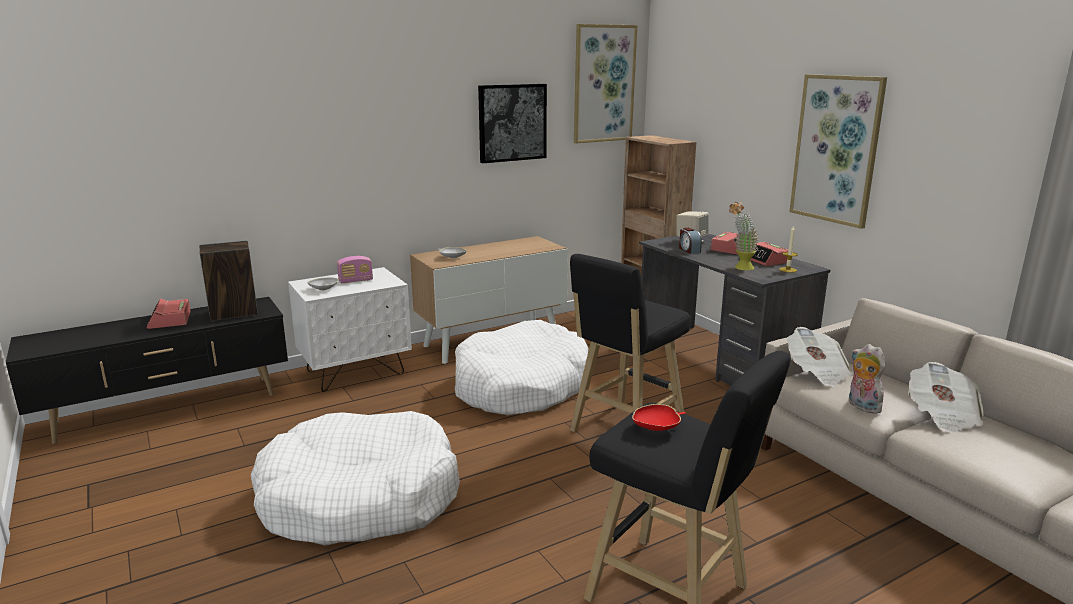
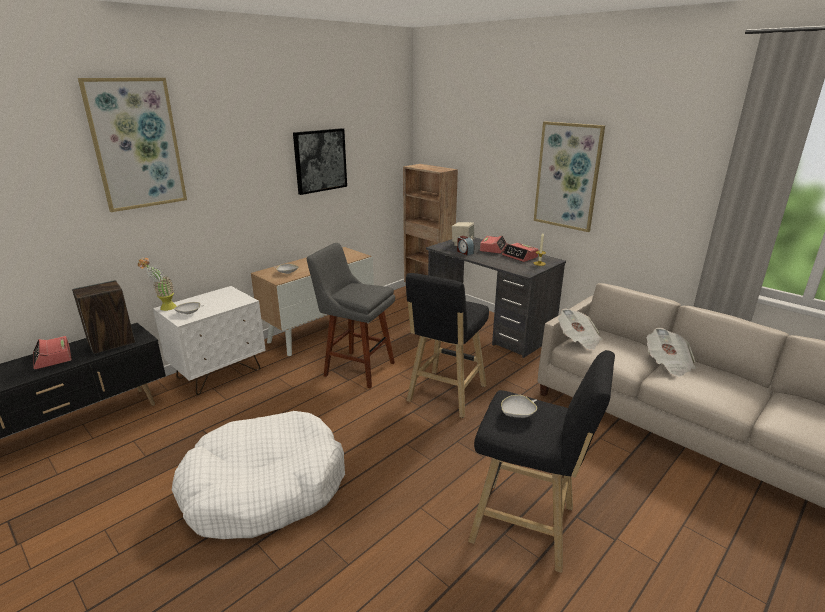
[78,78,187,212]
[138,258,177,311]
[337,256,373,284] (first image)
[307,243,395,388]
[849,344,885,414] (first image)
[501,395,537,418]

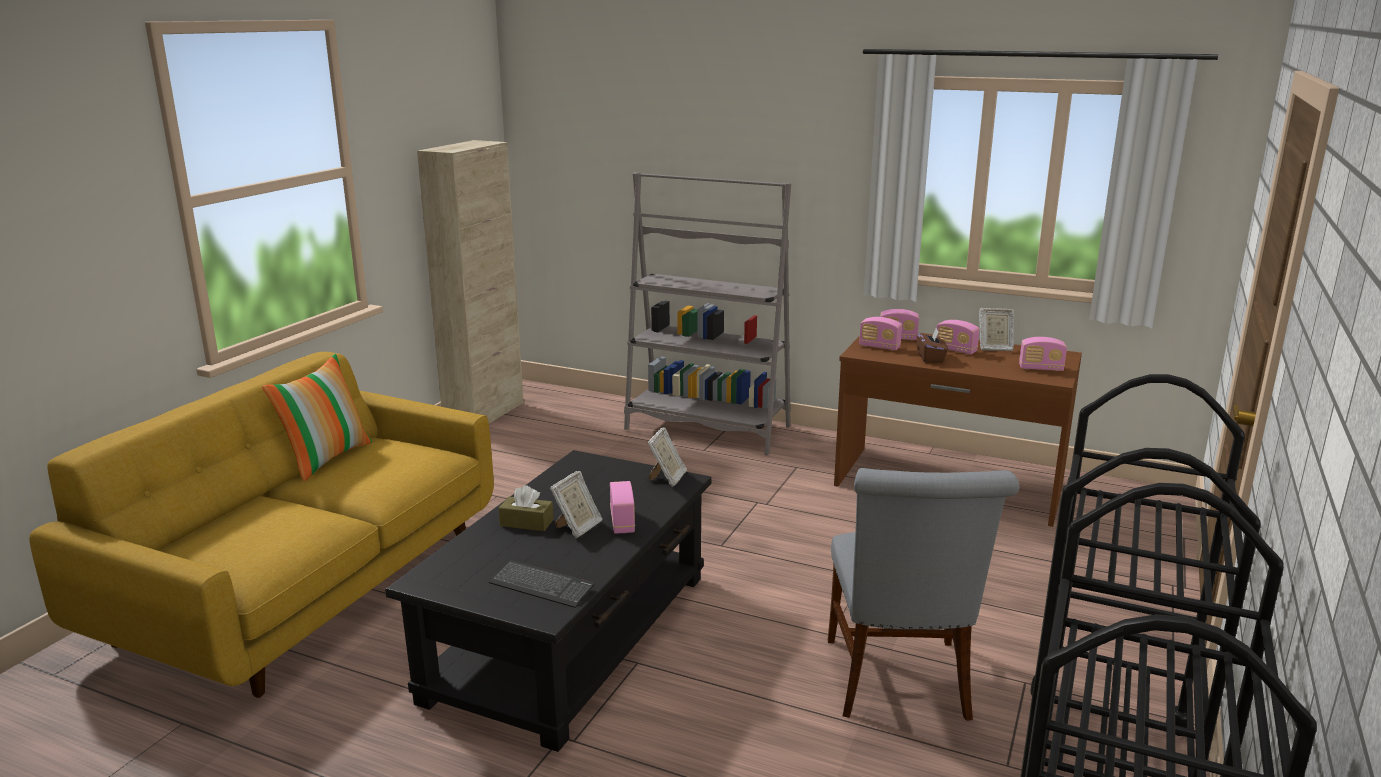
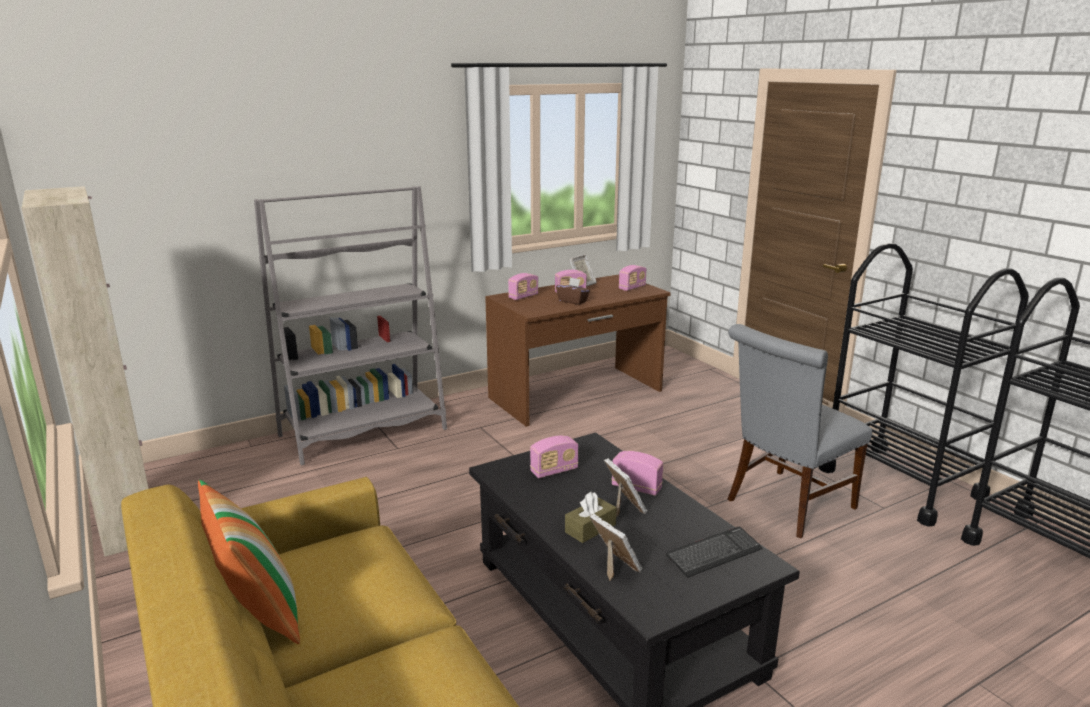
[530,436,578,478]
[590,514,642,581]
[728,324,872,539]

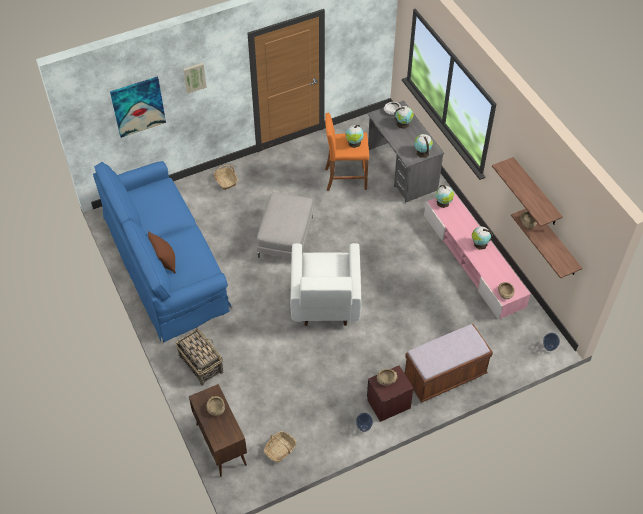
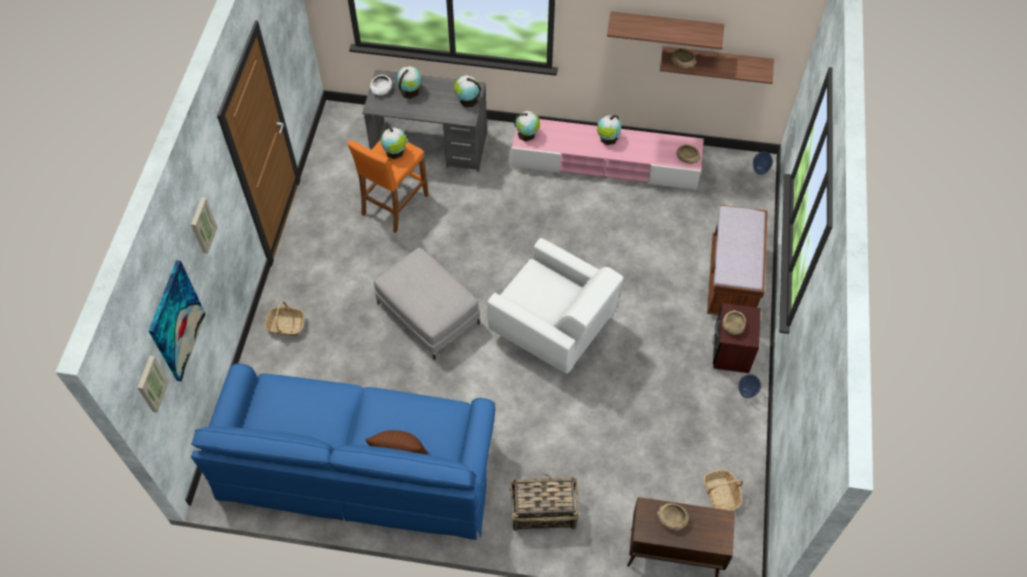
[137,356,169,412]

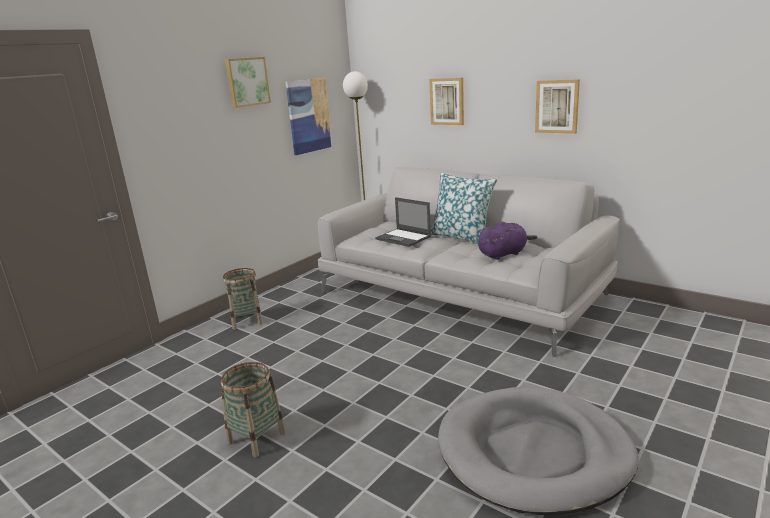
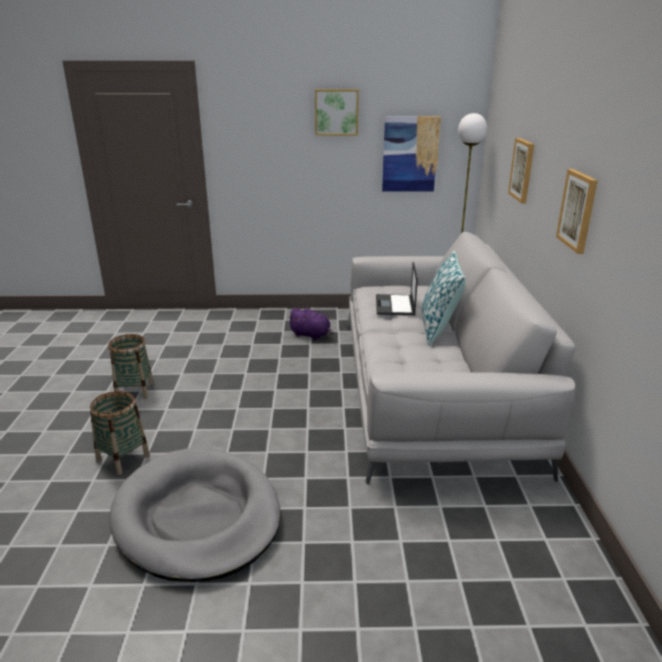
[288,308,334,340]
[90,391,150,475]

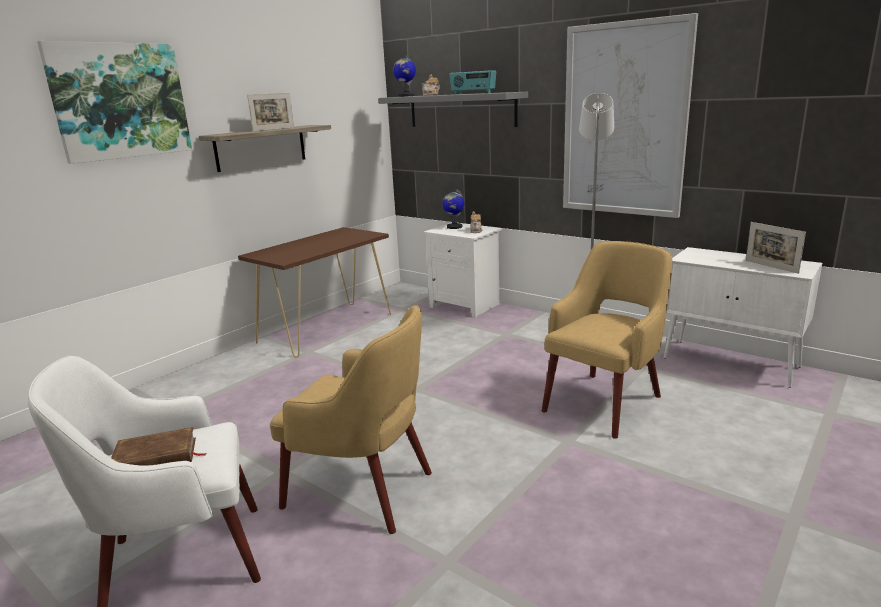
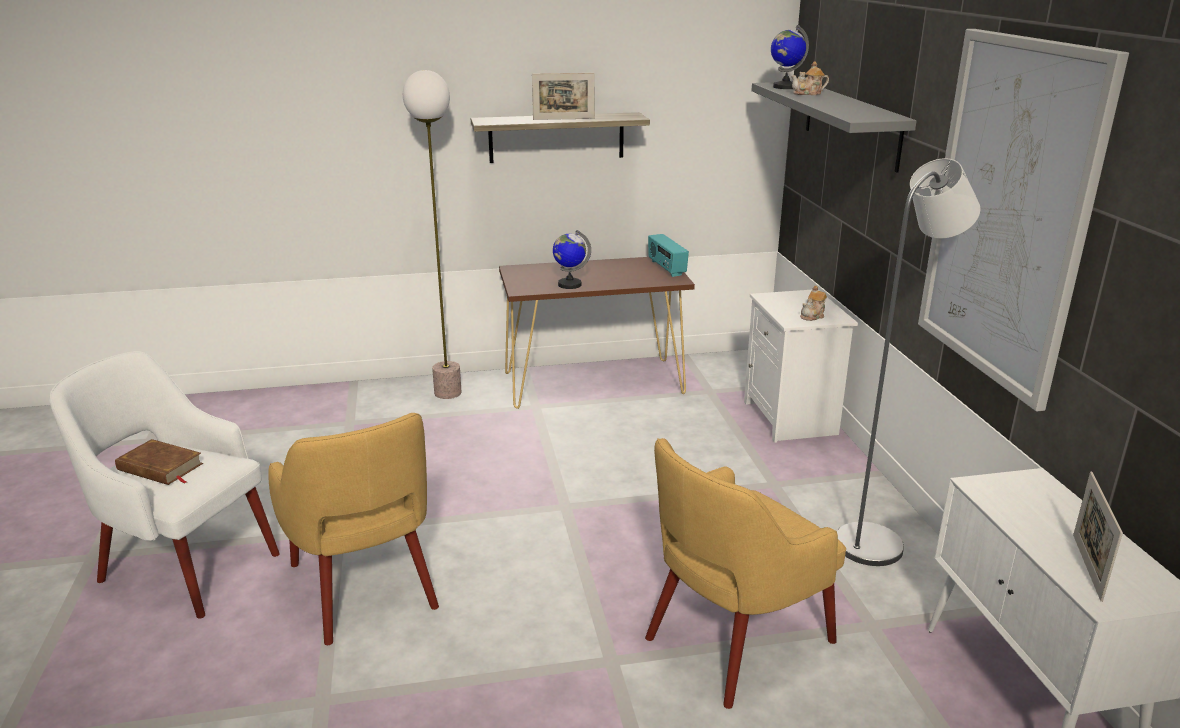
[37,41,192,164] (first image)
[648,234,689,277]
[553,230,591,289]
[645,438,846,709]
[403,70,462,399]

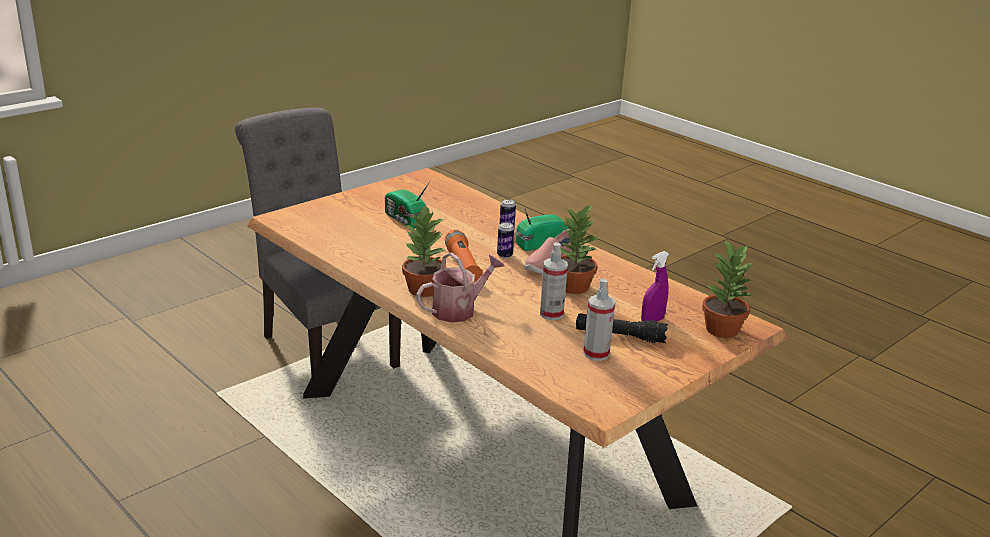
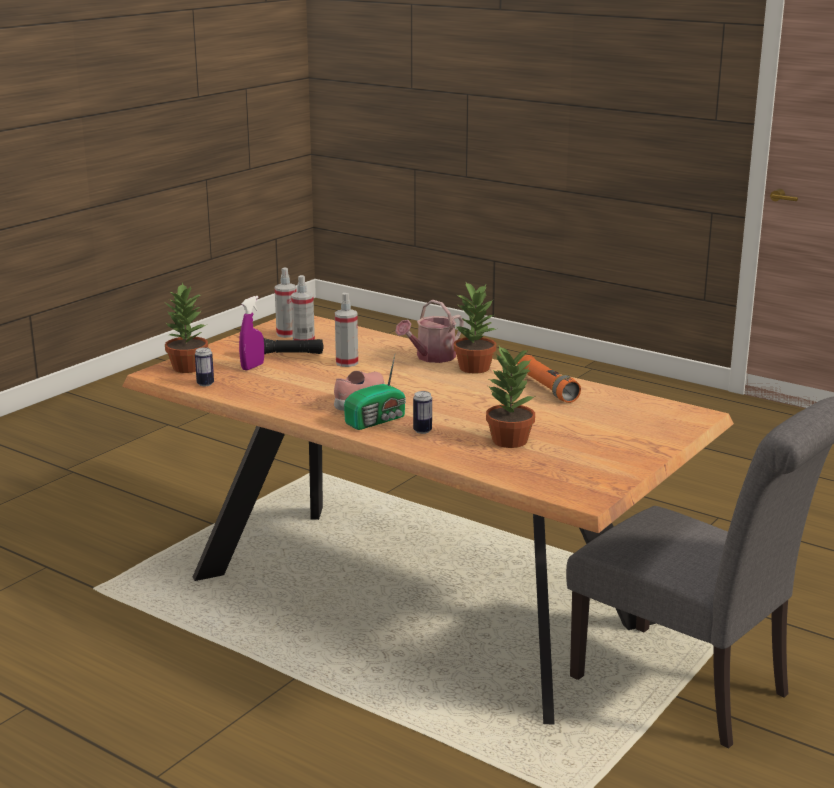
[385,183,429,228] (first image)
[486,346,535,448]
[195,347,214,386]
[517,355,581,403]
[275,268,297,338]

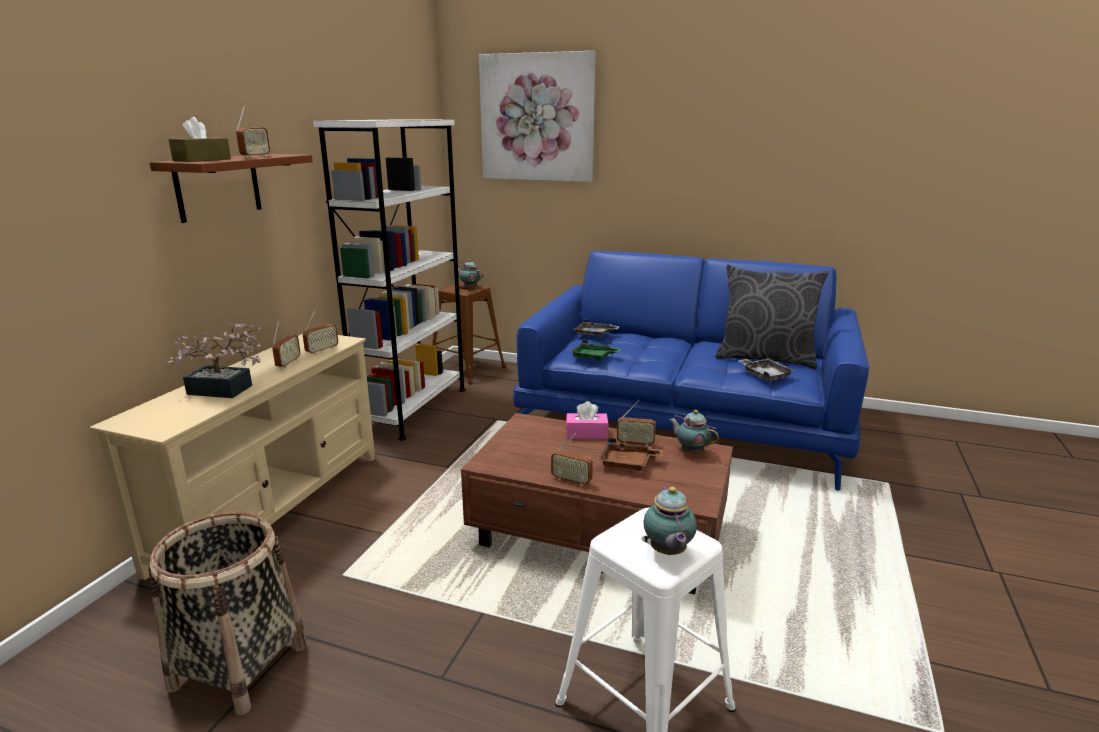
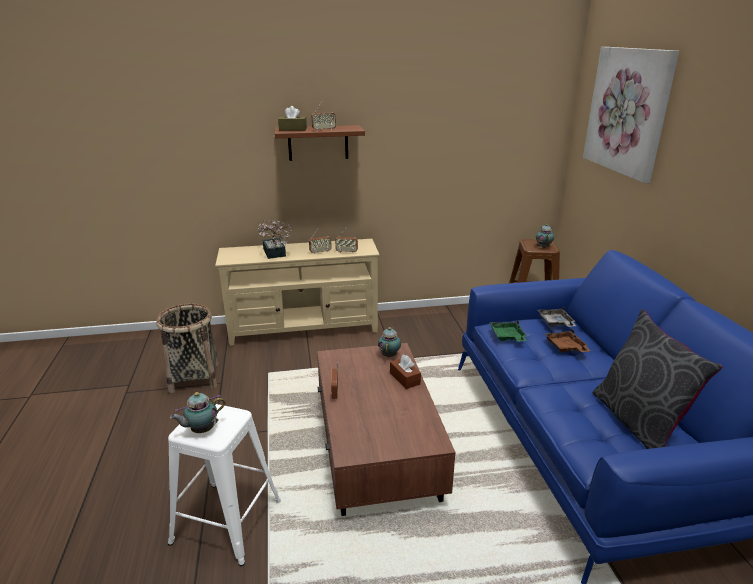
[313,119,466,441] (first image)
[737,358,795,381] (first image)
[617,400,656,446] (first image)
[390,355,421,389]
[378,327,401,357]
[545,329,590,352]

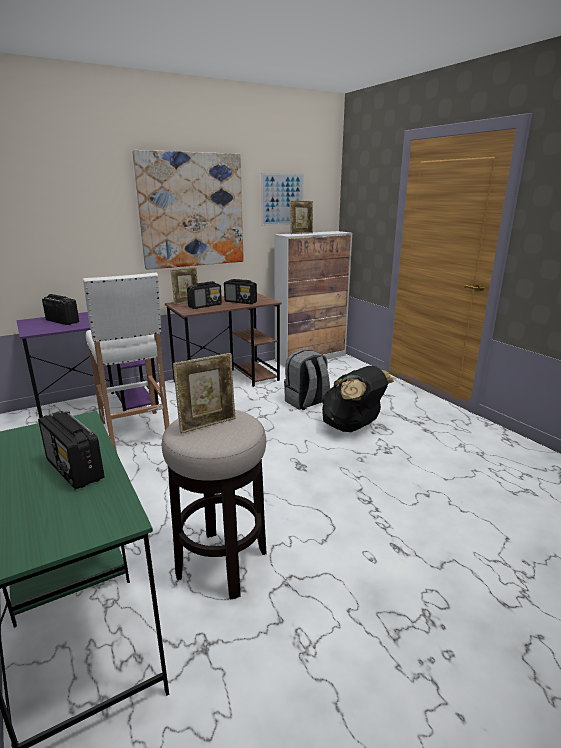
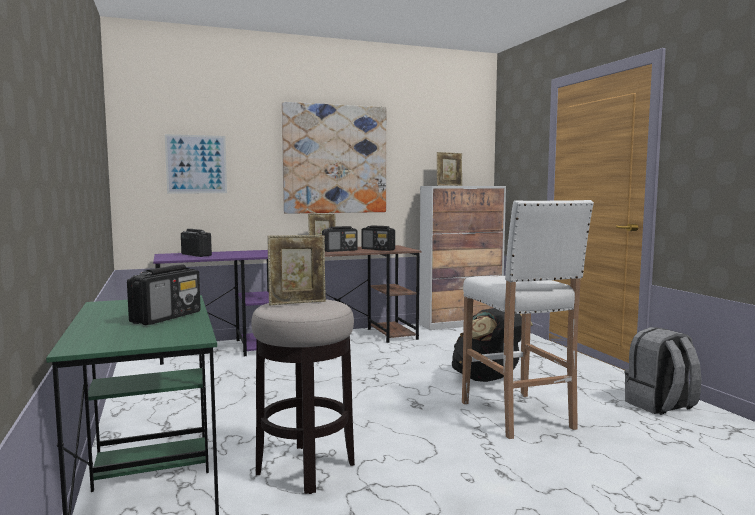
[165,134,227,193]
[462,200,594,439]
[625,327,702,415]
[127,265,201,325]

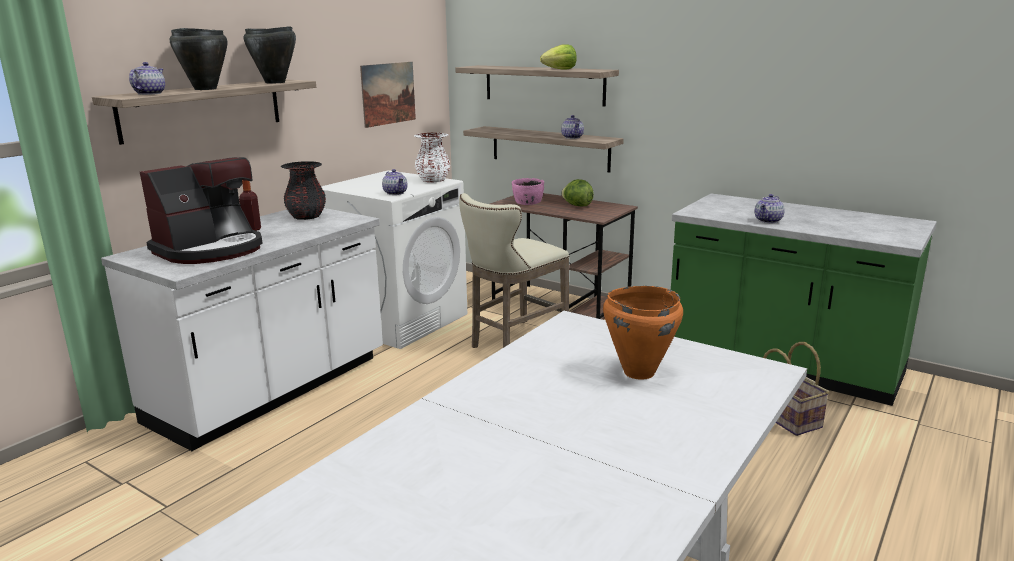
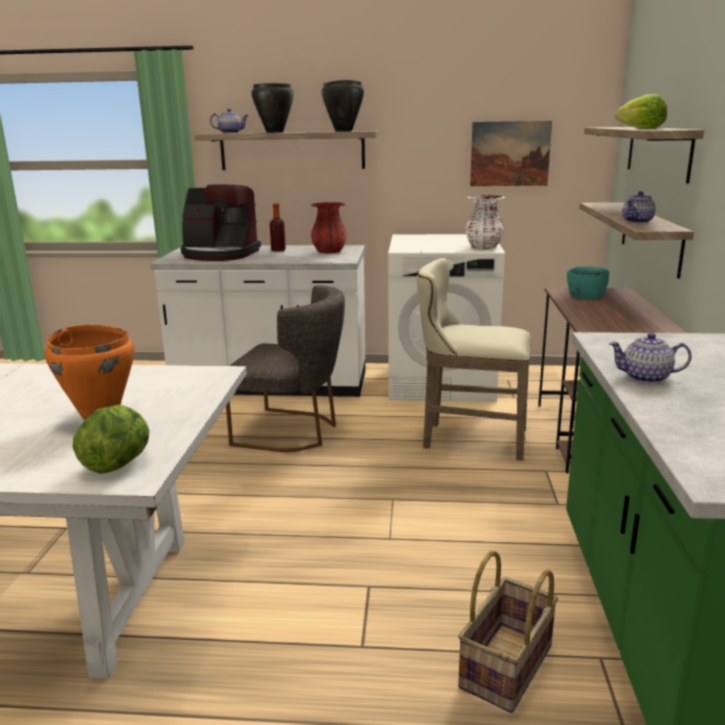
[311,202,347,253]
[382,169,408,195] (first image)
[567,266,610,299]
[73,405,149,474]
[226,285,345,452]

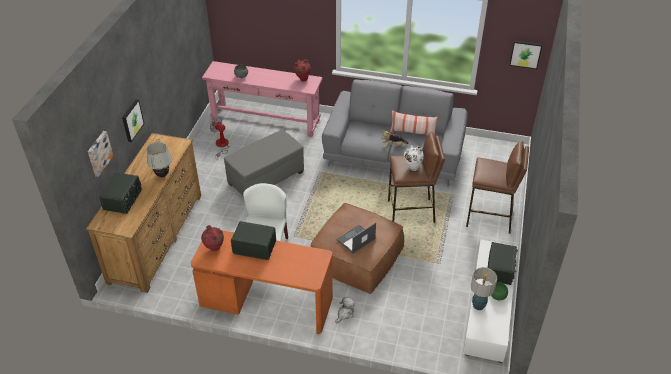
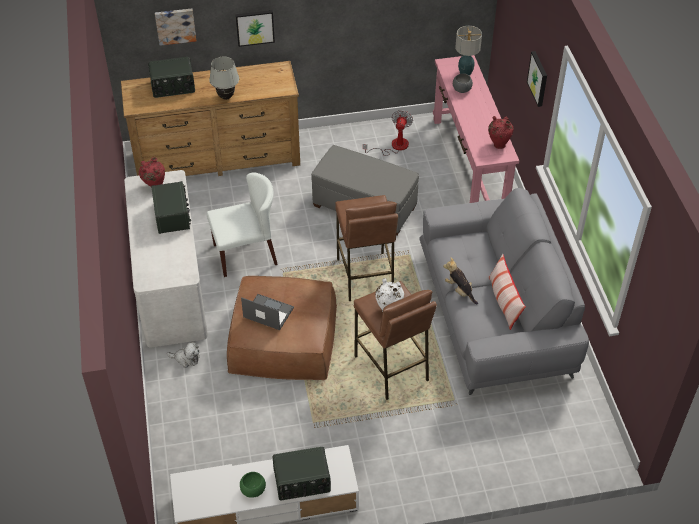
[527,51,547,107]
[335,195,398,301]
[124,170,208,348]
[455,26,482,76]

